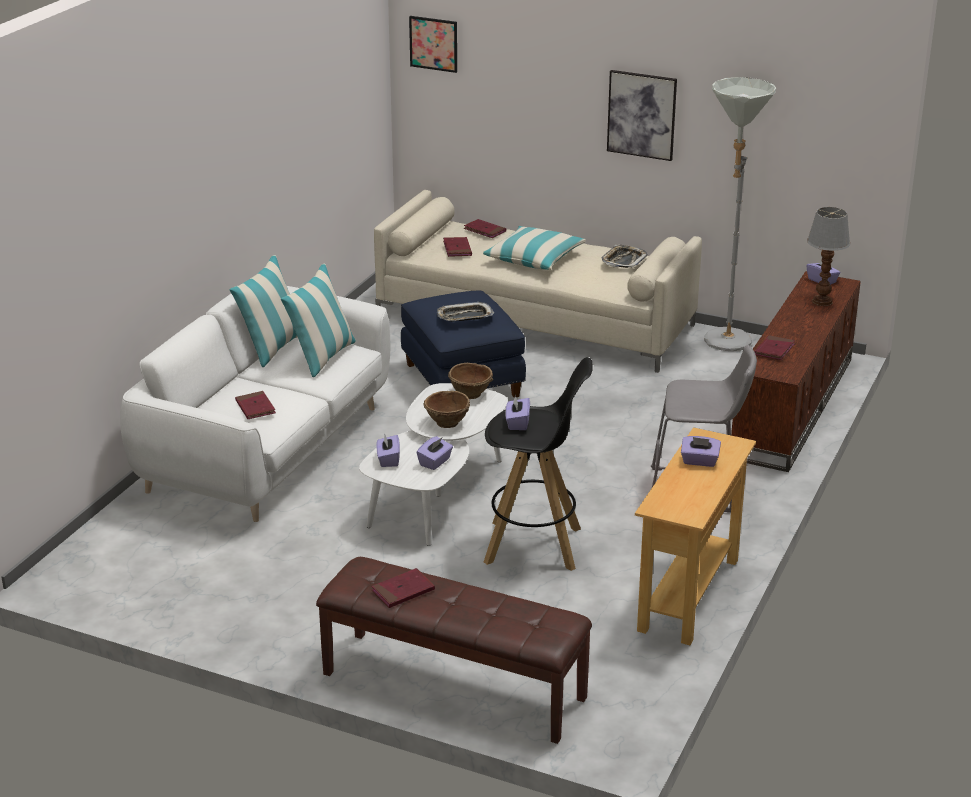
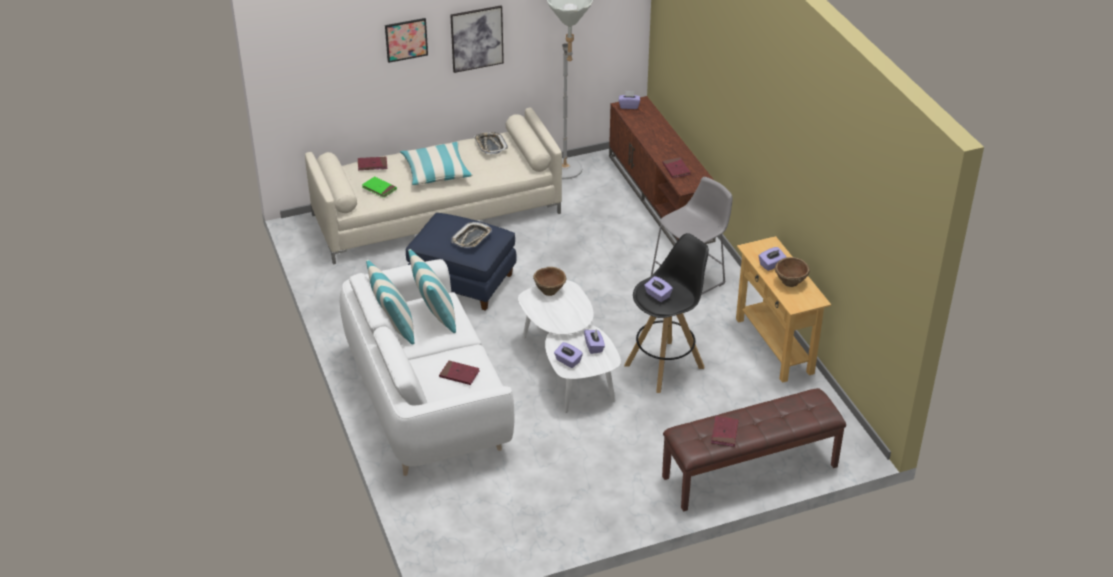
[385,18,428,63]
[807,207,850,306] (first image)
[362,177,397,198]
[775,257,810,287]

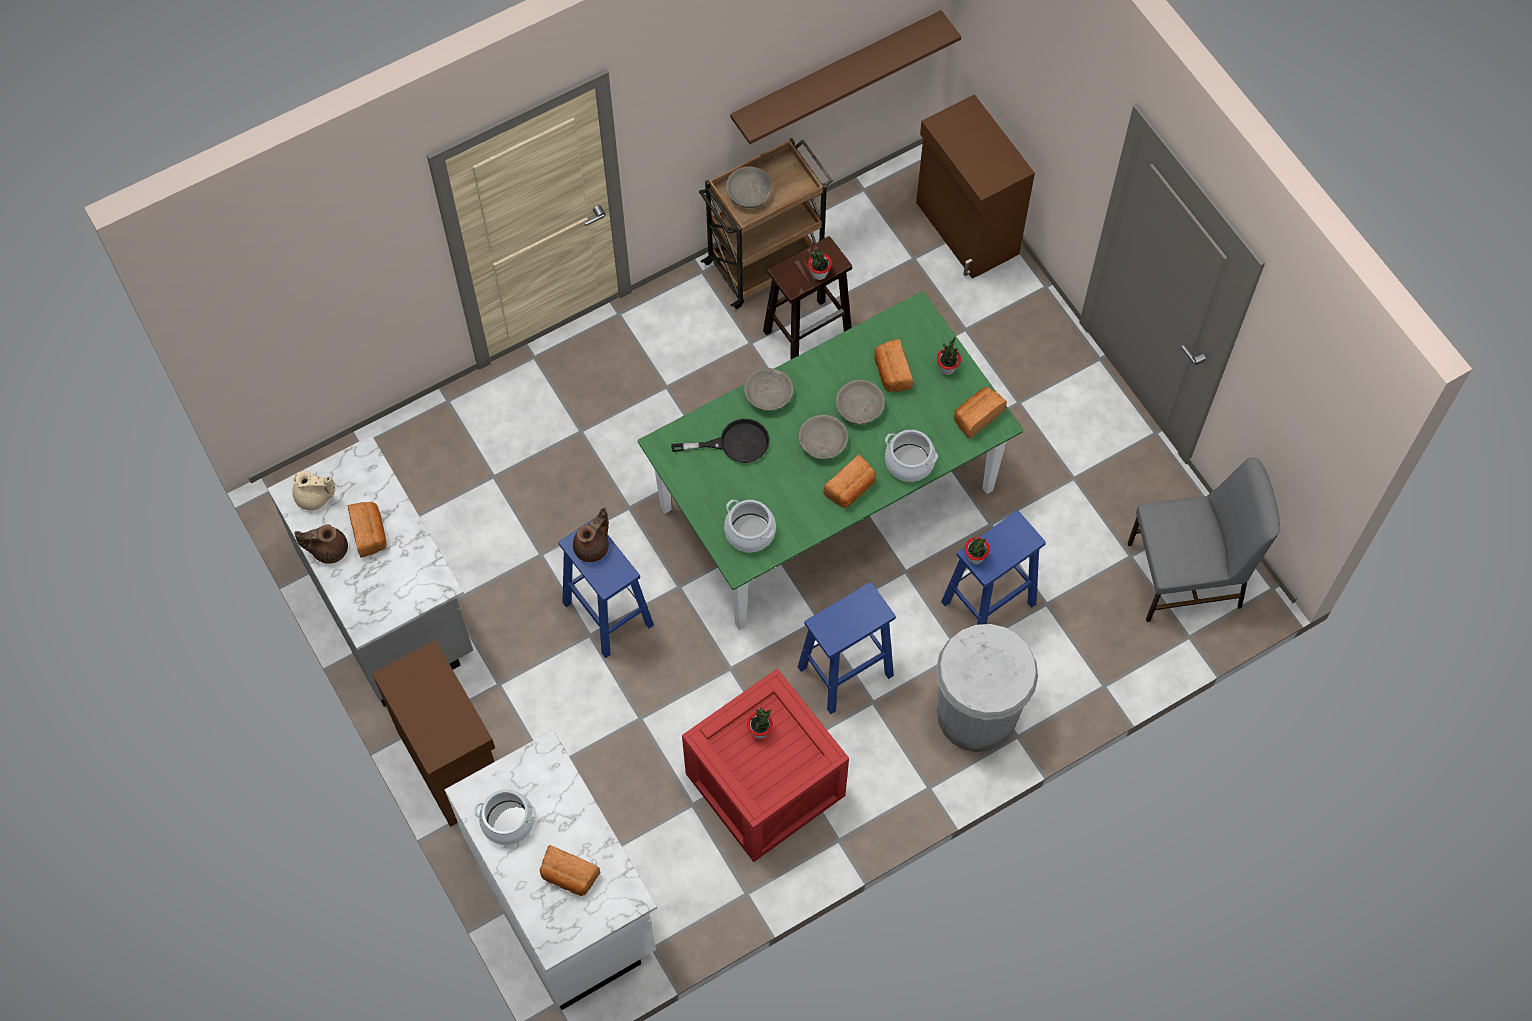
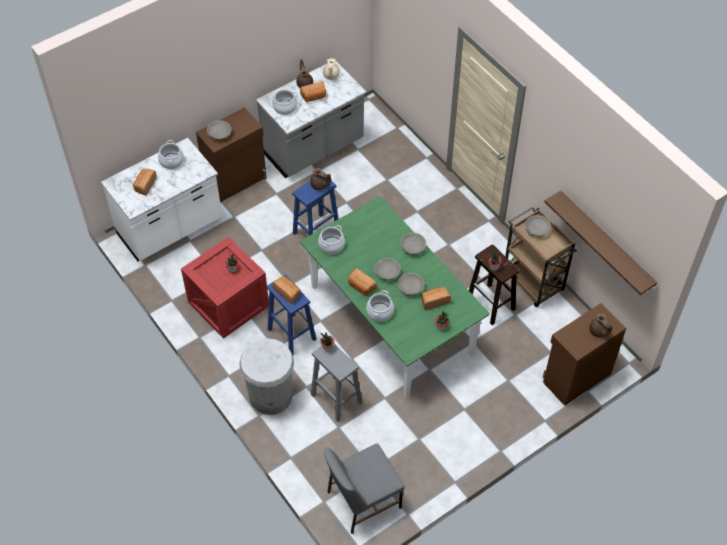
[272,276,301,304]
[671,419,770,463] (first image)
[324,444,404,534]
[311,343,363,422]
[271,89,298,115]
[207,120,231,140]
[589,313,613,337]

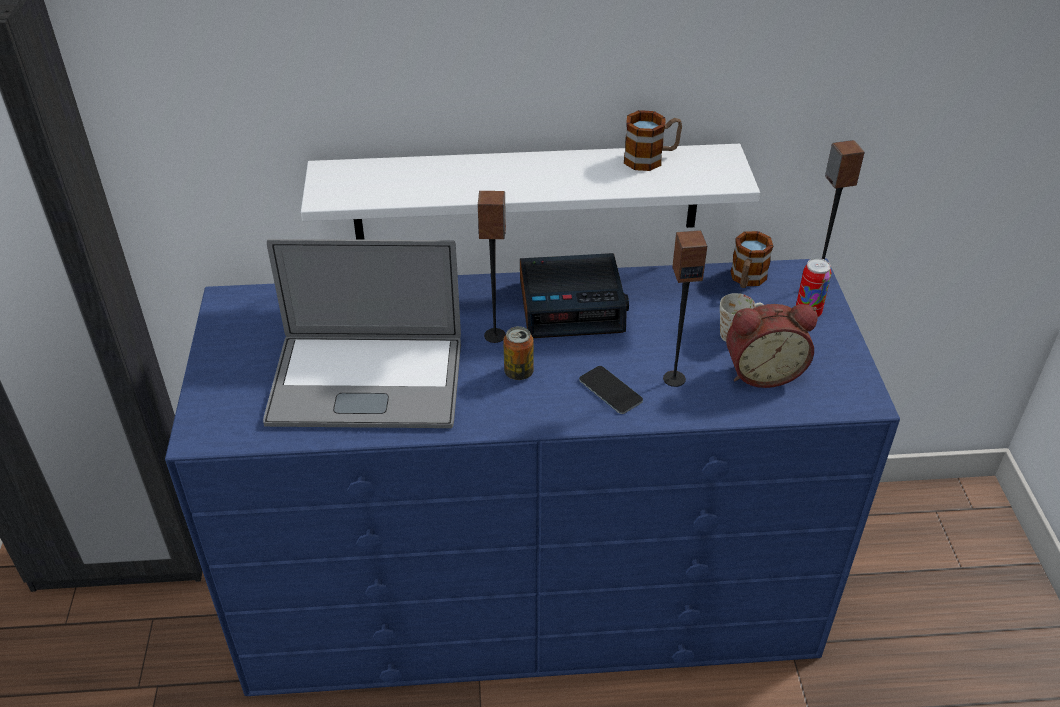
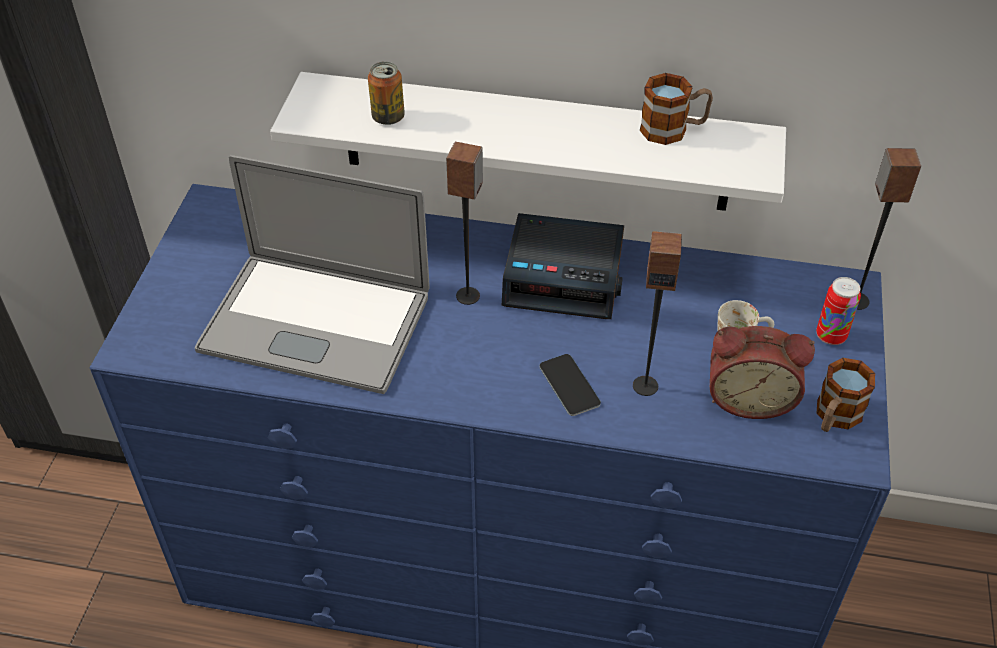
[816,358,875,432]
[368,62,405,125]

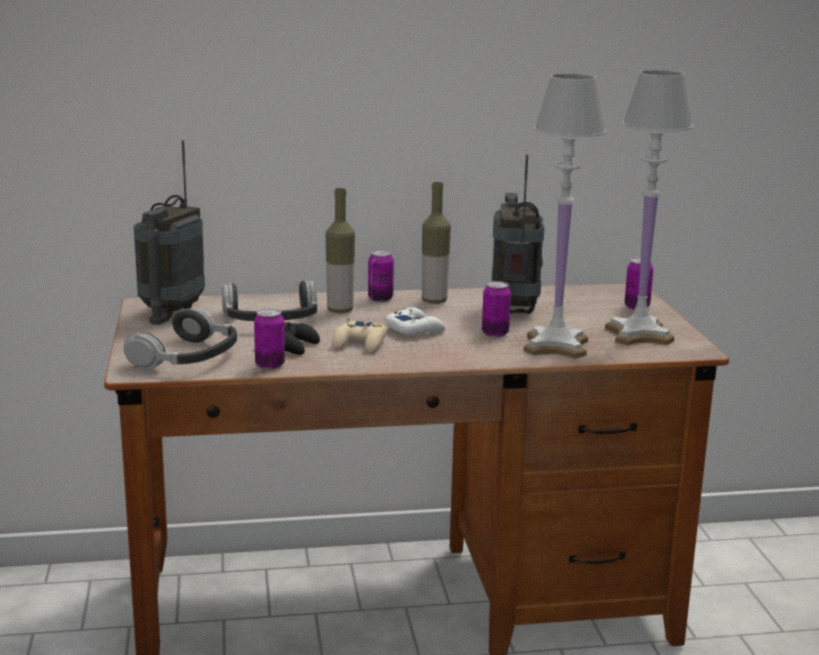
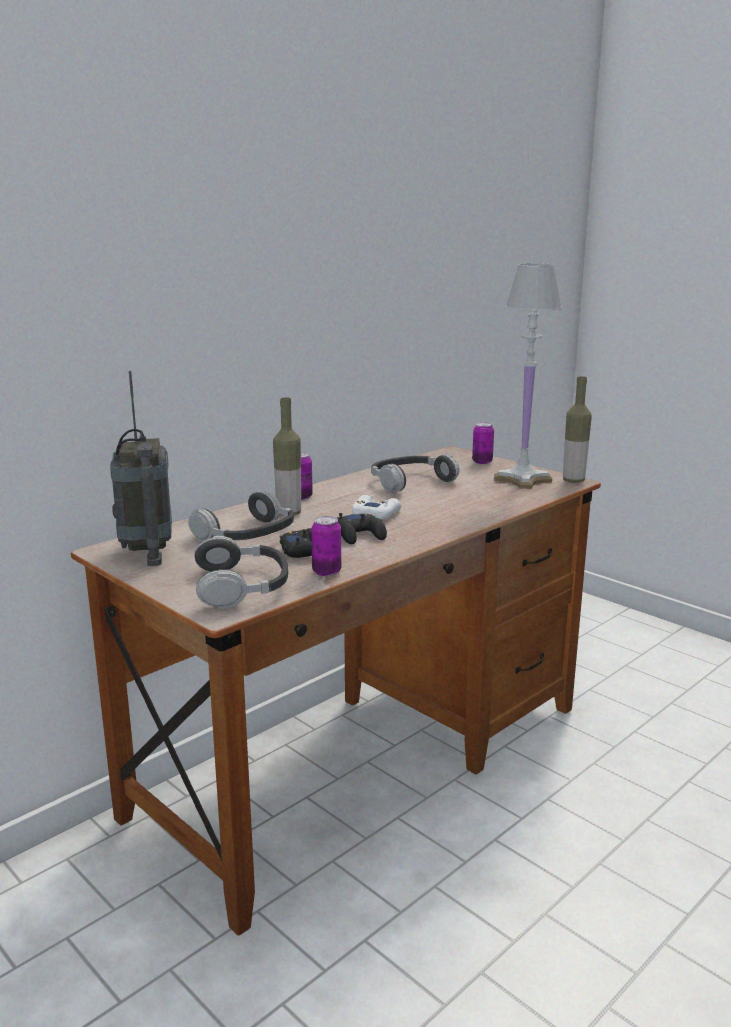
[524,73,606,359] (first image)
[371,454,460,492]
[563,376,592,483]
[482,281,511,337] (first image)
[337,513,387,544]

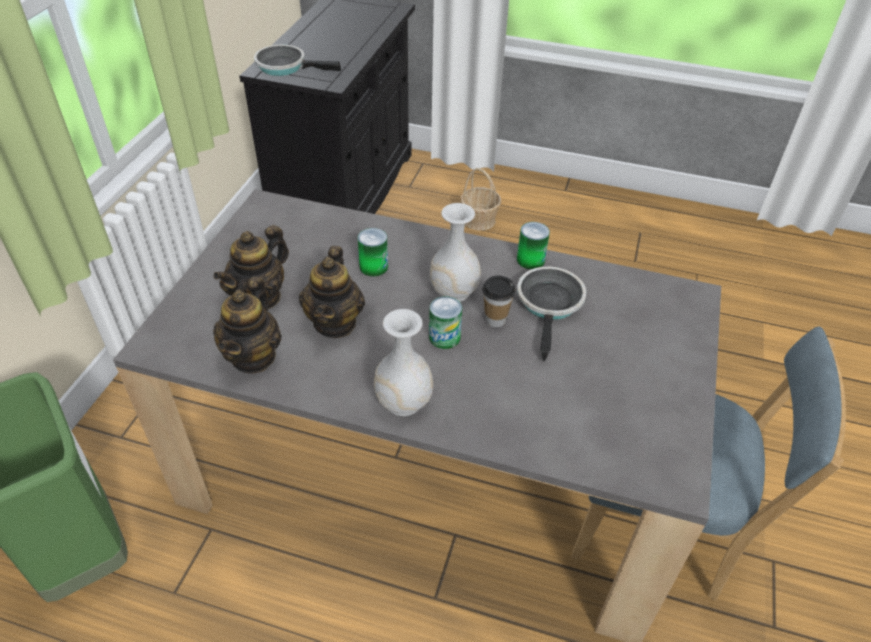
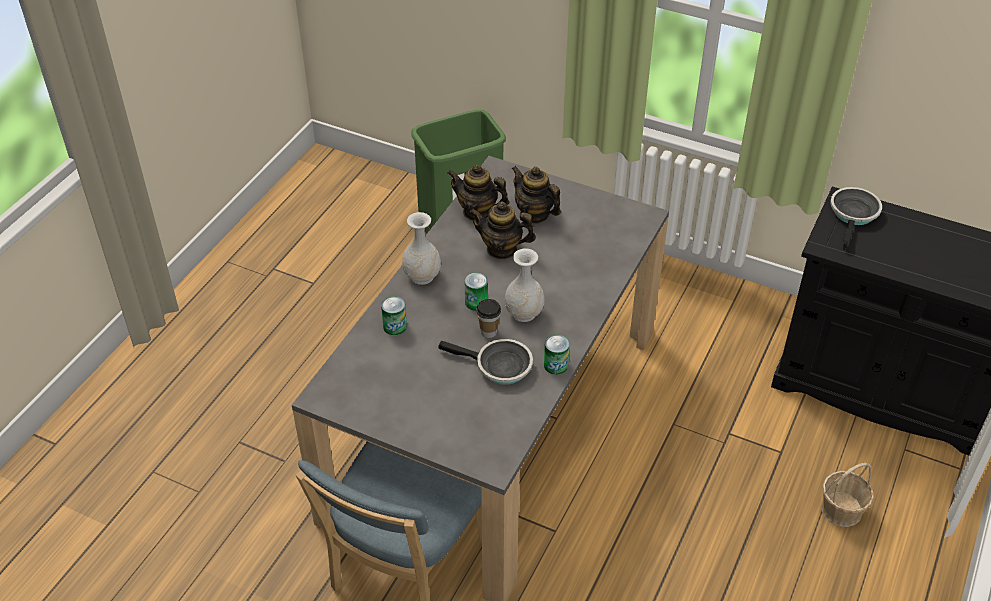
[381,296,407,335]

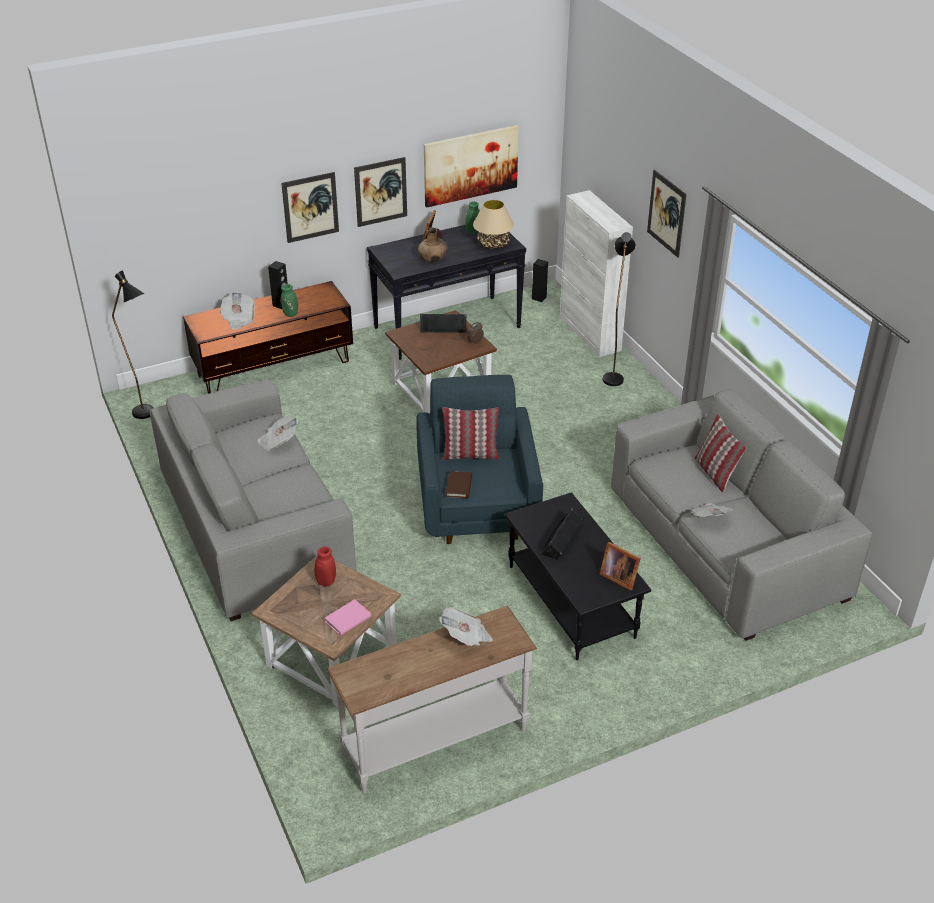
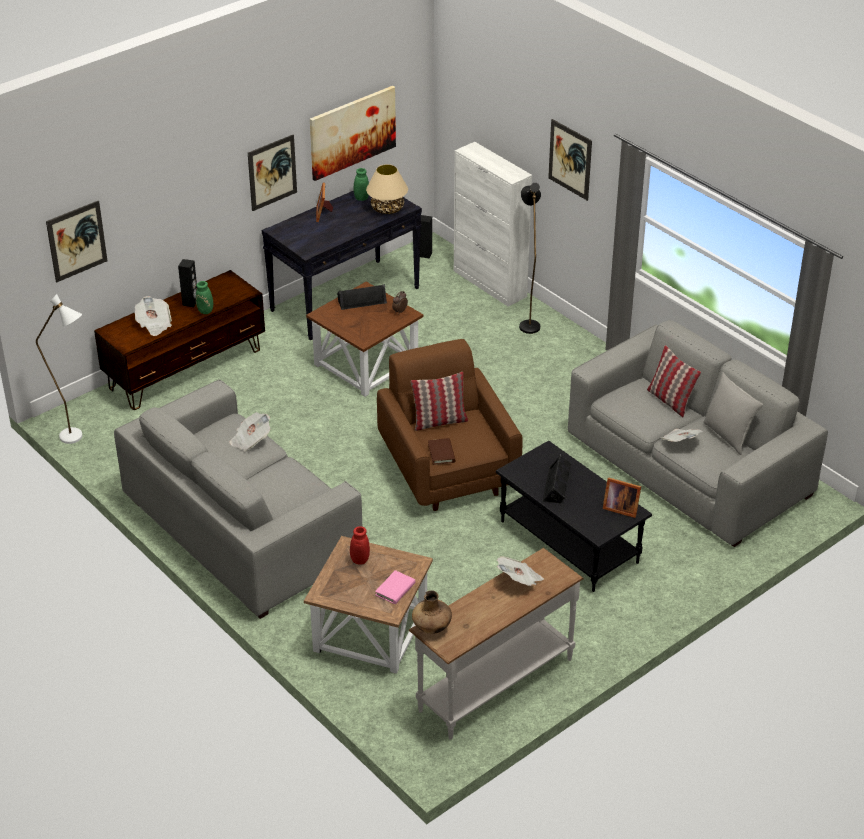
[46,200,108,282]
[412,590,452,634]
[36,294,82,444]
[377,339,523,511]
[703,372,763,455]

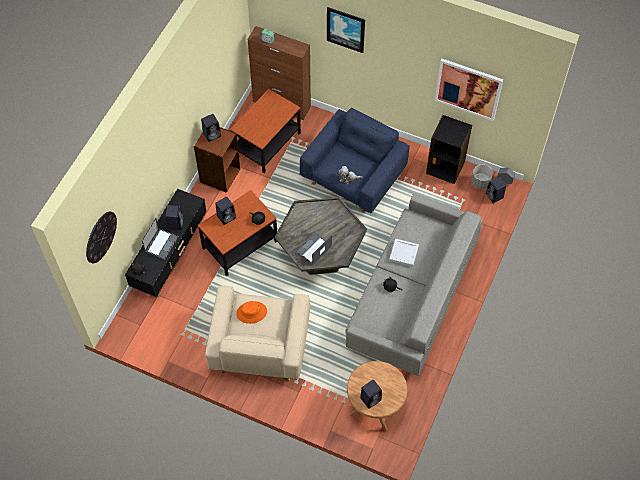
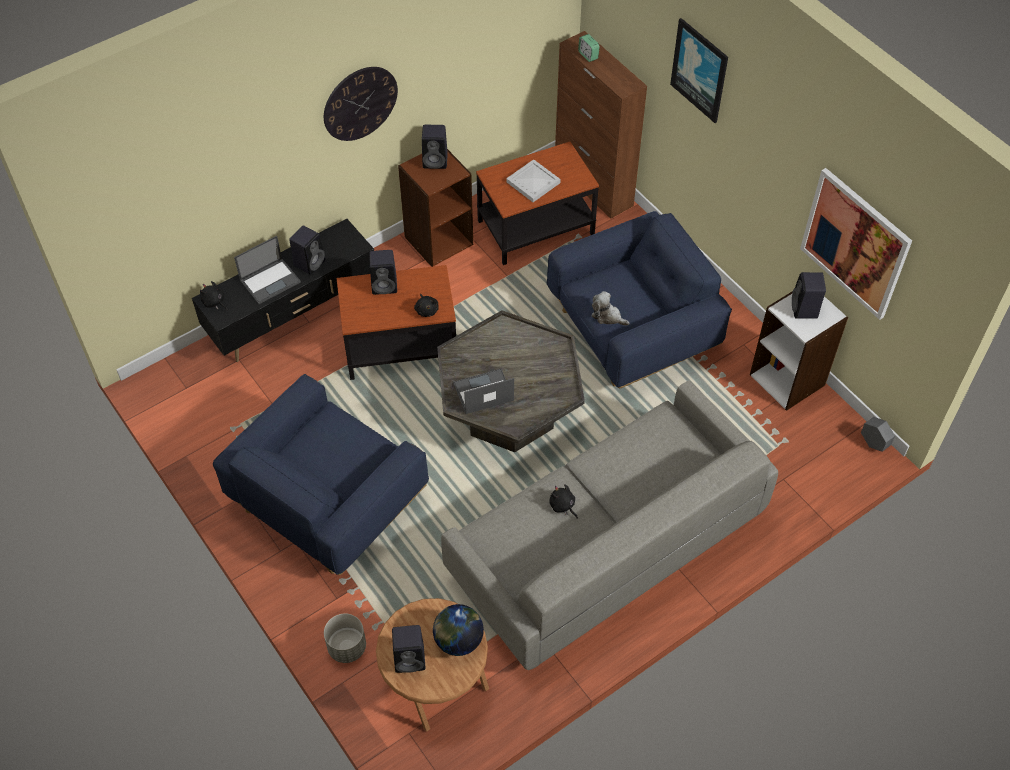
[750,291,848,411]
[324,614,366,663]
[792,272,826,319]
[324,67,398,141]
[506,159,561,202]
[213,374,429,575]
[236,301,267,324] (first image)
[433,604,484,656]

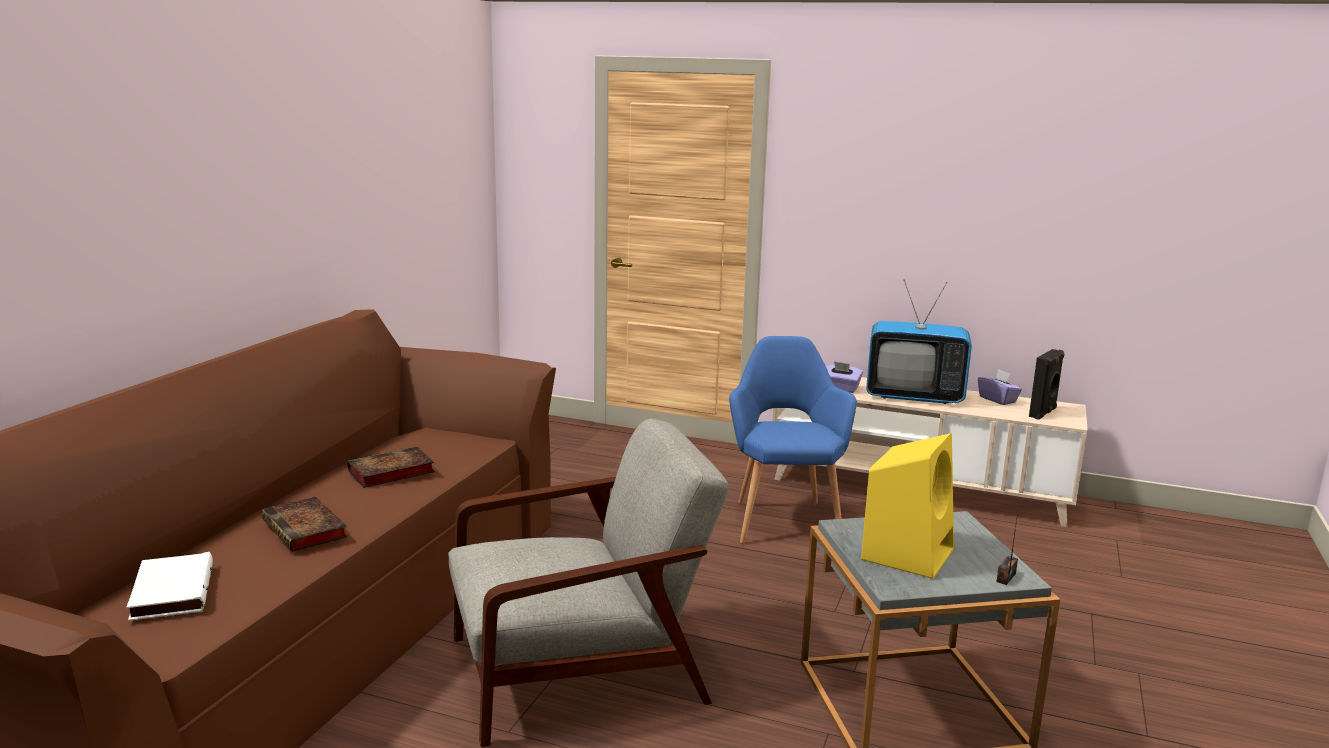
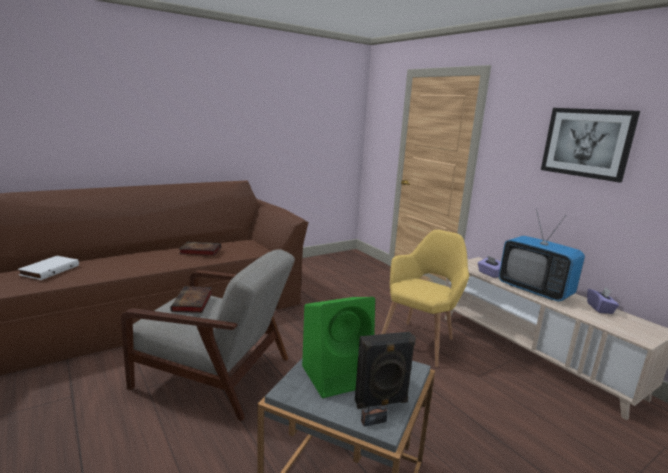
[381,230,469,367]
[355,332,416,409]
[302,297,375,398]
[170,286,212,313]
[541,108,640,183]

